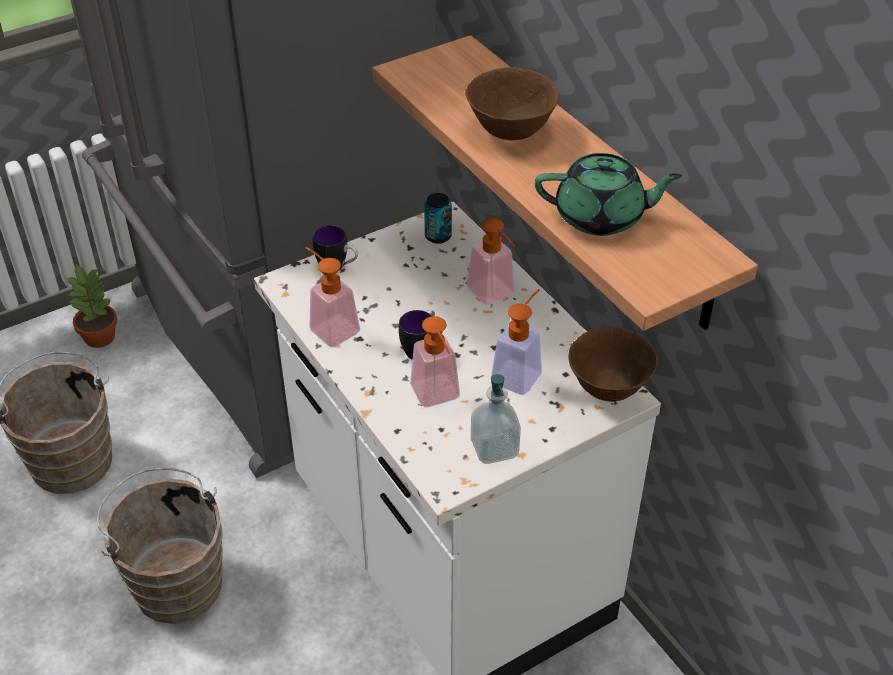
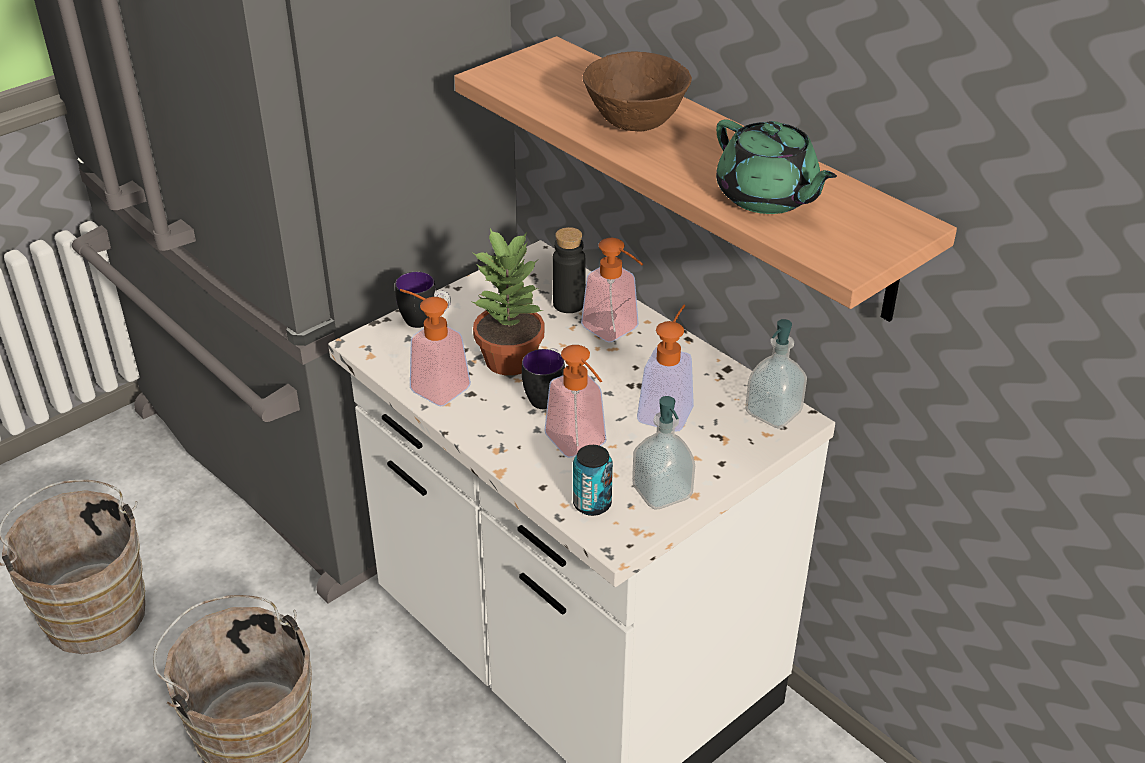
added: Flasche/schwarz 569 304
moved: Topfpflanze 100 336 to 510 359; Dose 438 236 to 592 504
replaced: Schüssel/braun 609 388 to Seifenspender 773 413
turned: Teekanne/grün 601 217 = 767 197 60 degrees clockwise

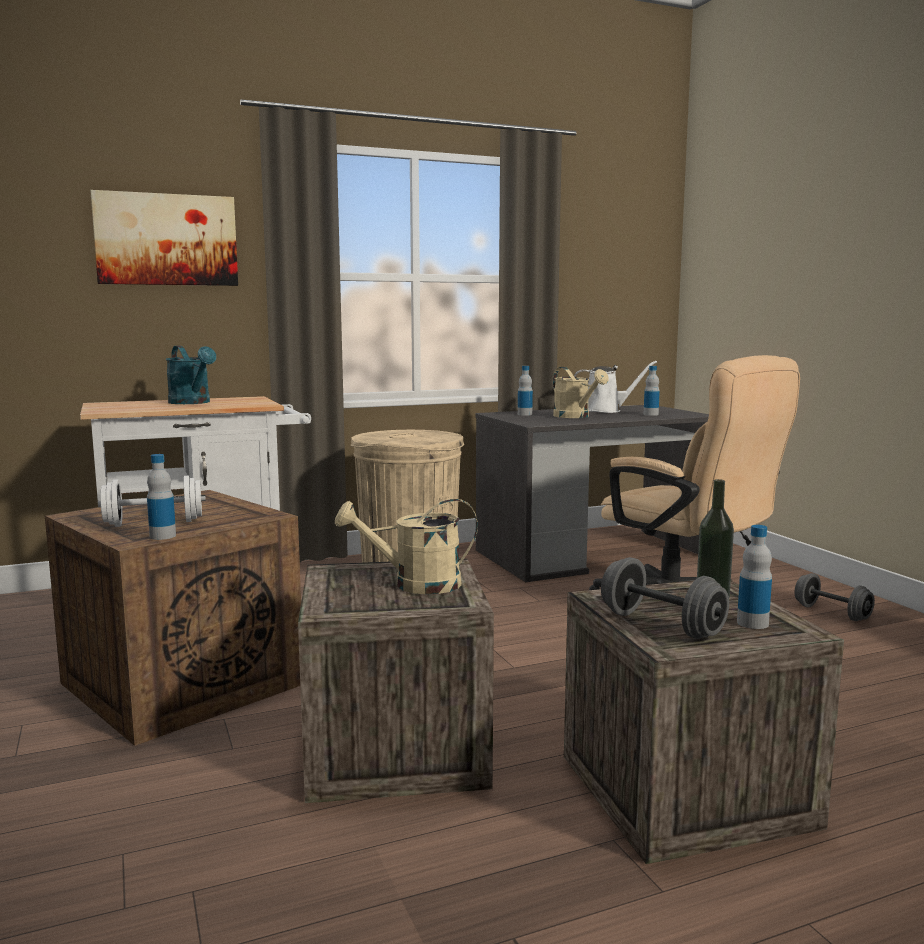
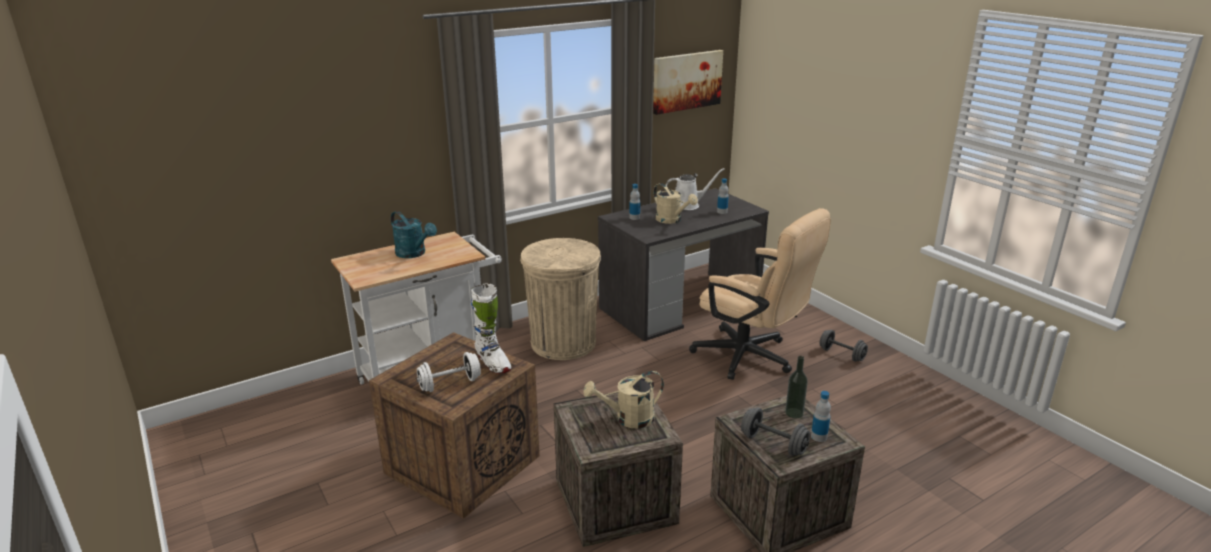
removed: Flasche 162 536
added: Stiefel/weiß 493 363
moved: Bild 166 240 to 686 81

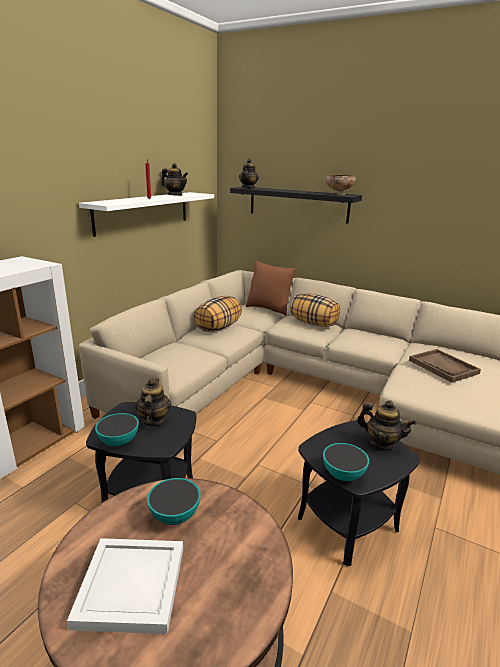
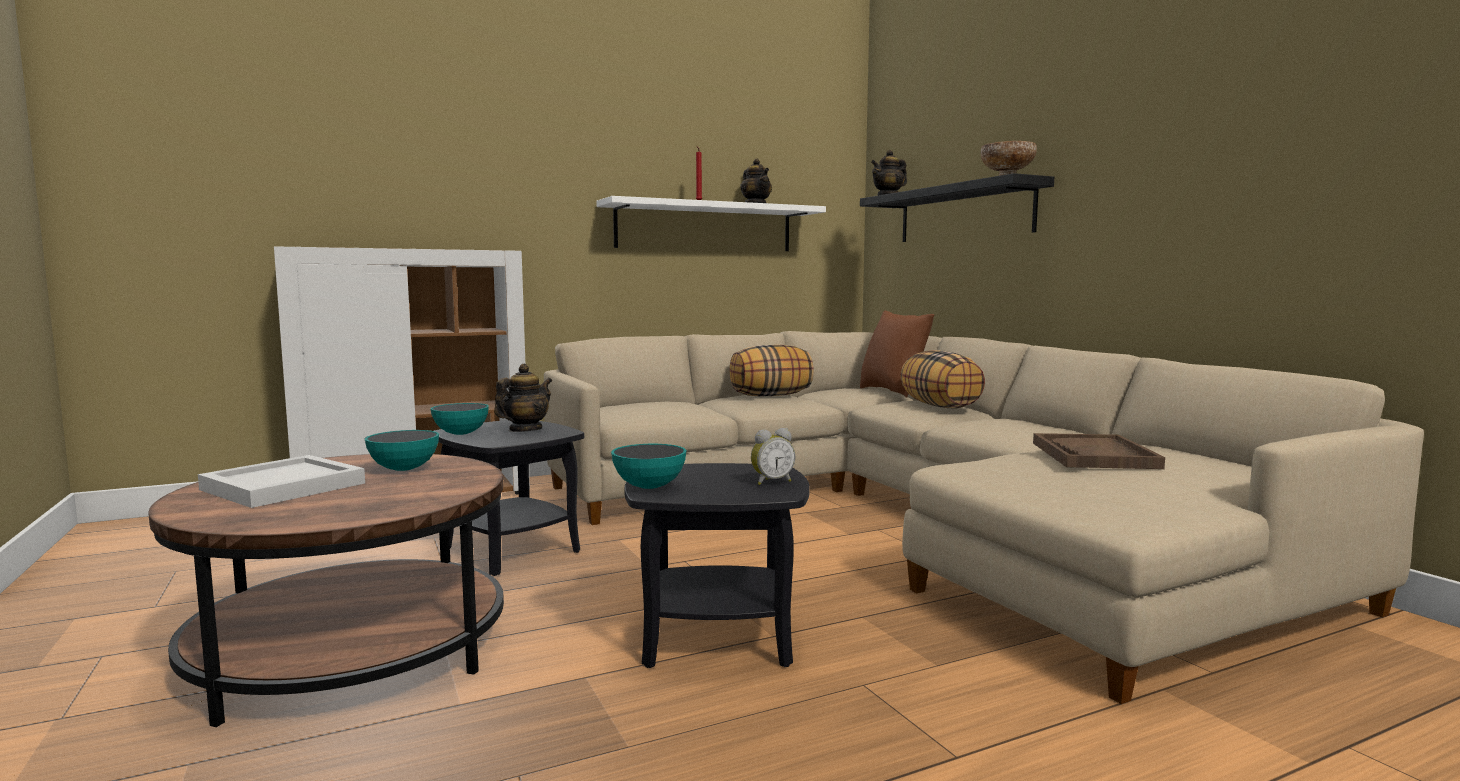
replaced: Teekanne 382 443 to Wecker 771 482

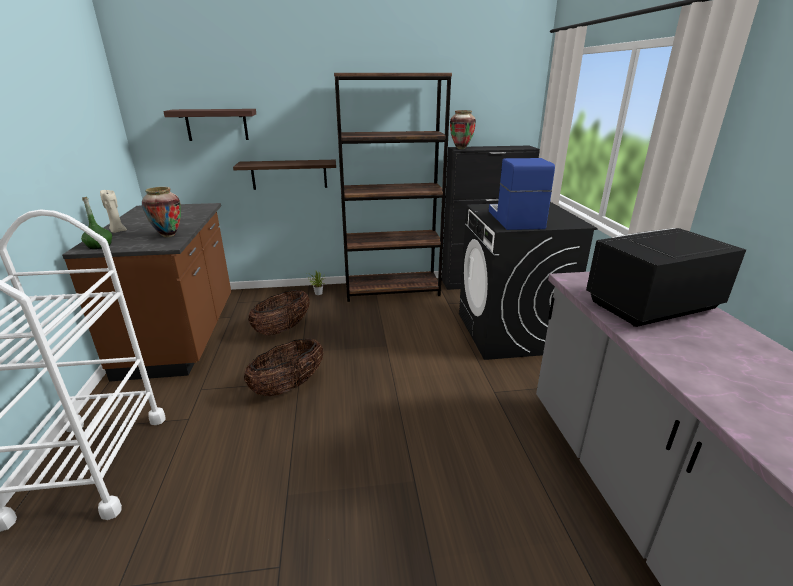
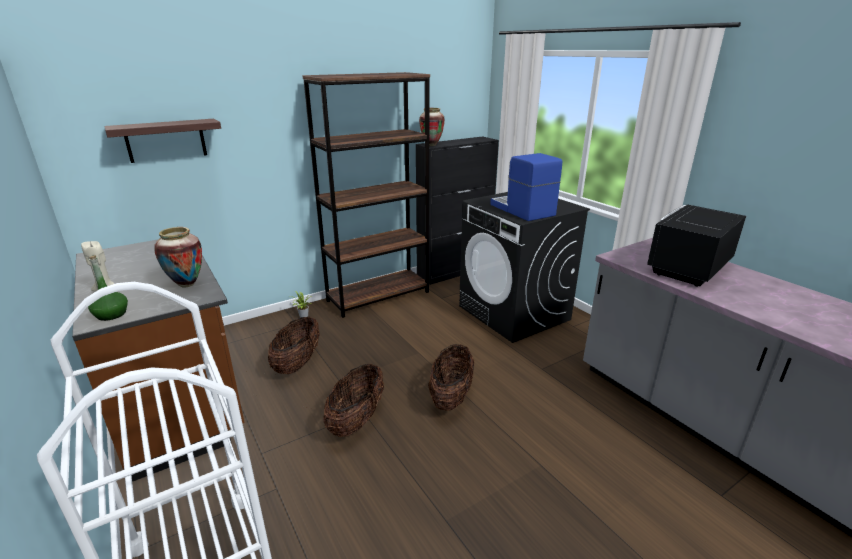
removed: Wandregal 289 174
added: Korb 451 396

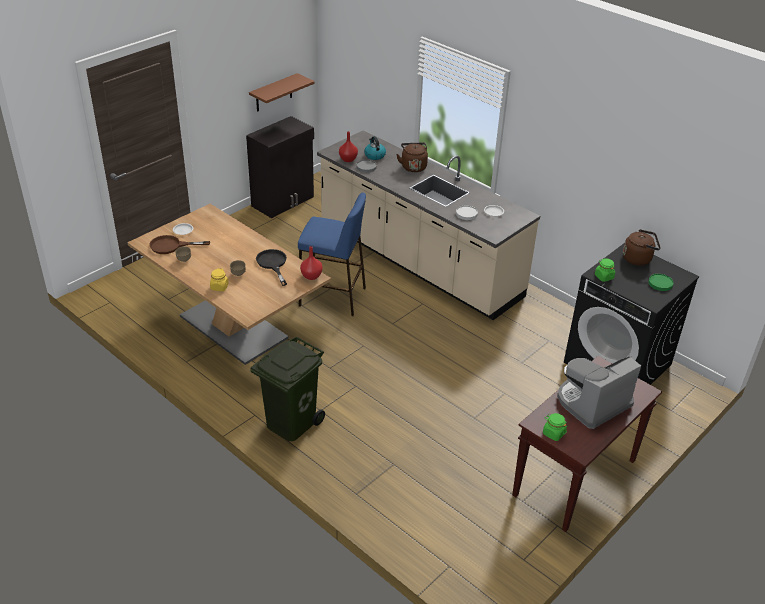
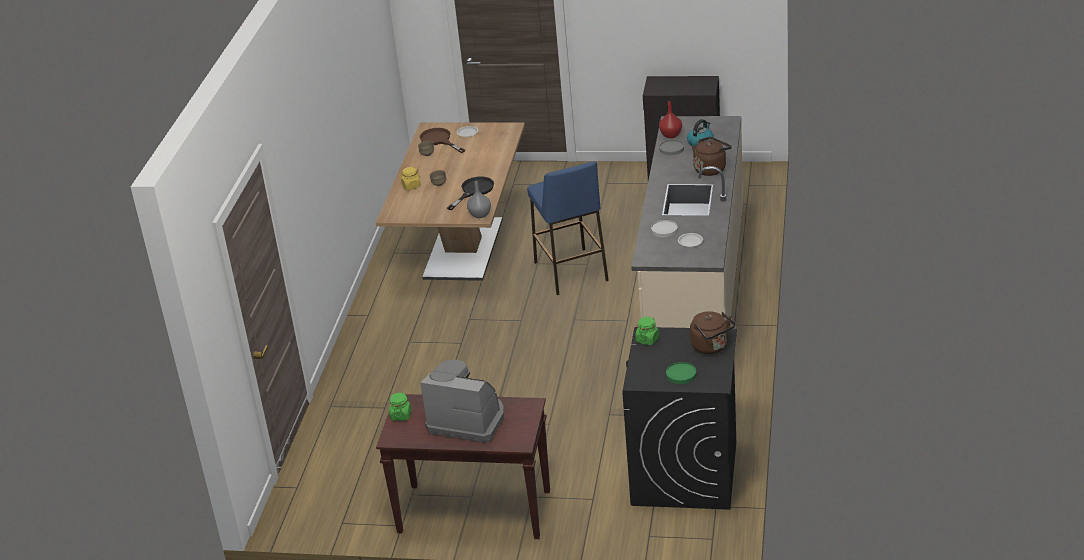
removed: Wandregal/braun 274 93; Mülleimer/grün 290 422
recoloured: Vase/rot 311 276 to Vase/grau 480 214

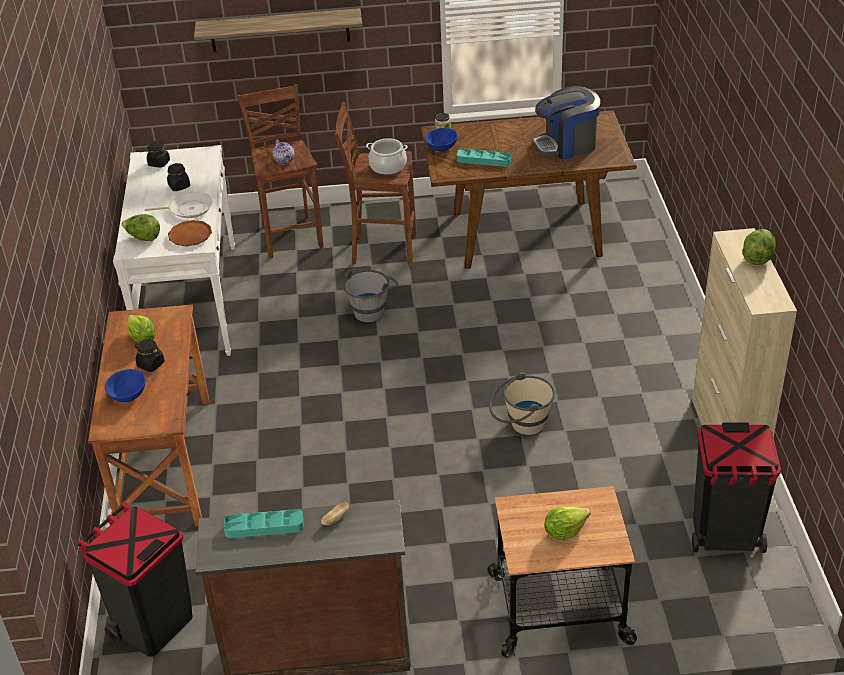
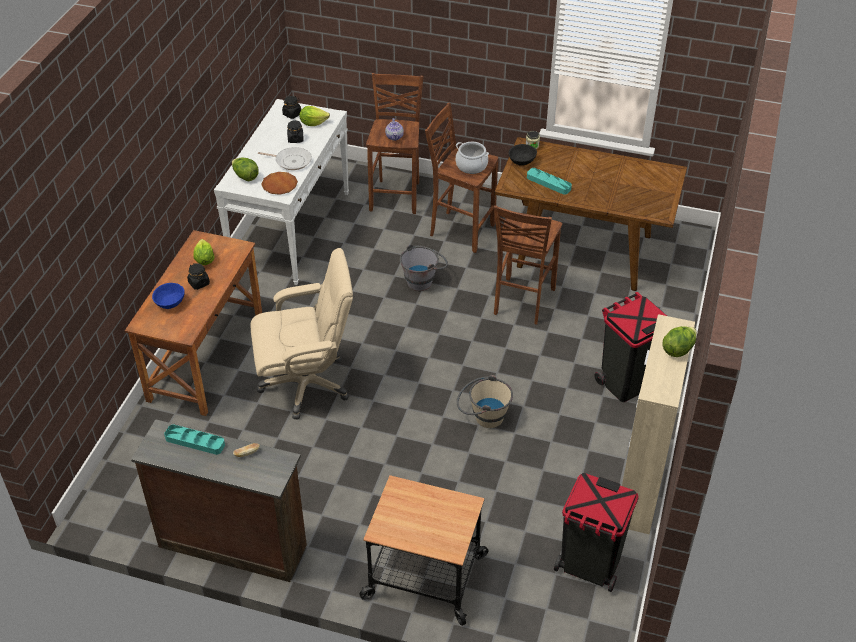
removed: Wandregal 280 30; Kaffeemaschine 566 145
added: Bürostuhl/beige 306 384; Hocker/braun 522 302
moved: Salatkopf 564 531 to 313 123; Mülleimer/schwarz 153 625 to 626 382
recoloured: Schüssel/blau 442 147 to Schüssel/schwarz 522 161

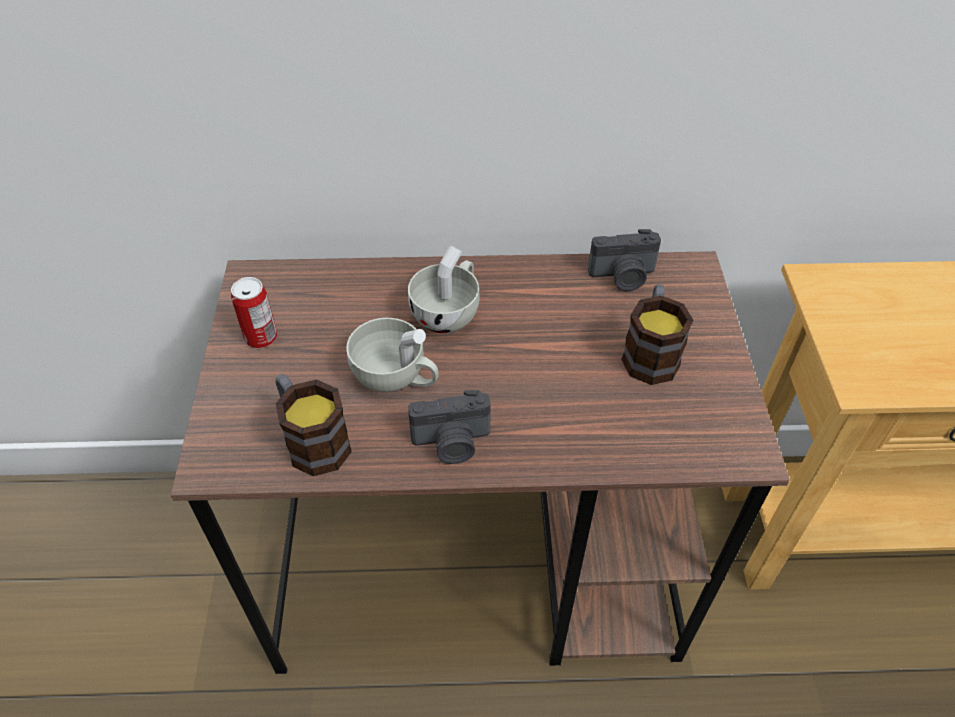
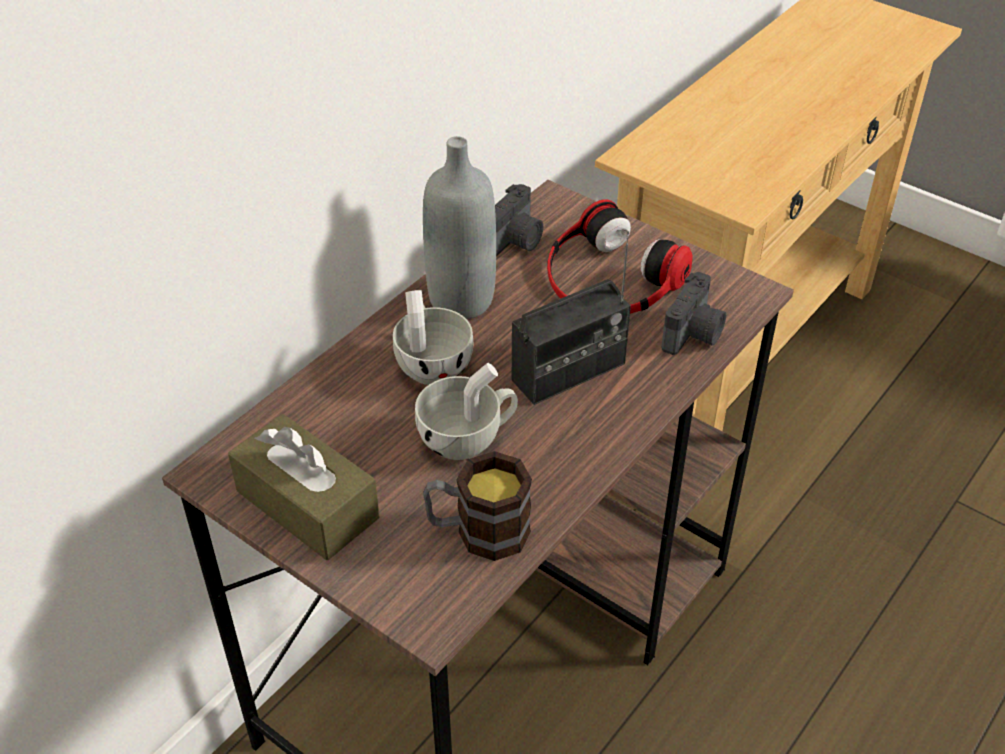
added: Flasche/grau 461 300; Radio 569 372
moved: Kamera 452 443 to 694 334
replaced: Dose 261 337 to Taschentuchbox/braun 307 504; Henkelbecher 650 352 to Kopfhörer 609 278

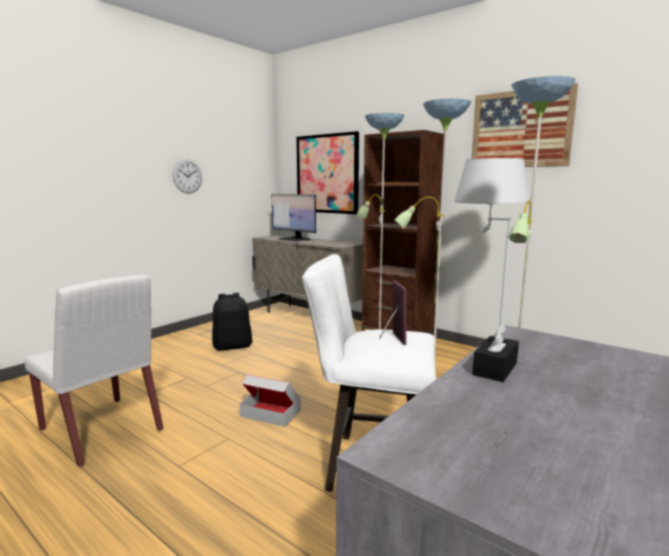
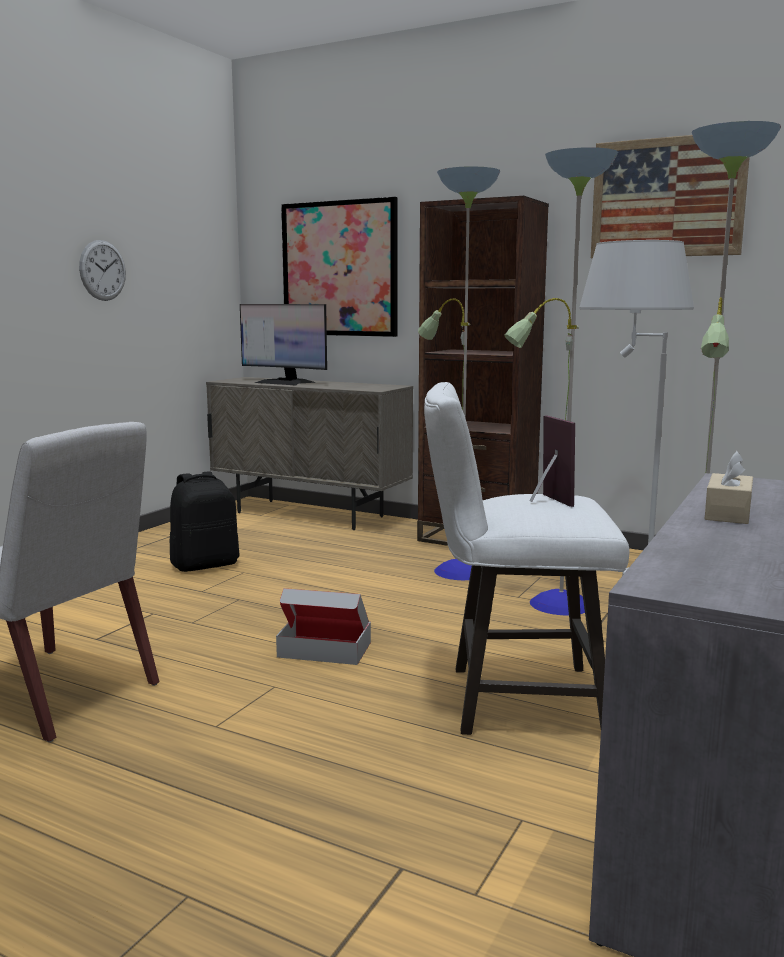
recoloured: Taschentuchbox/schwarz 495 368 to Taschentuchbox/beige 728 513

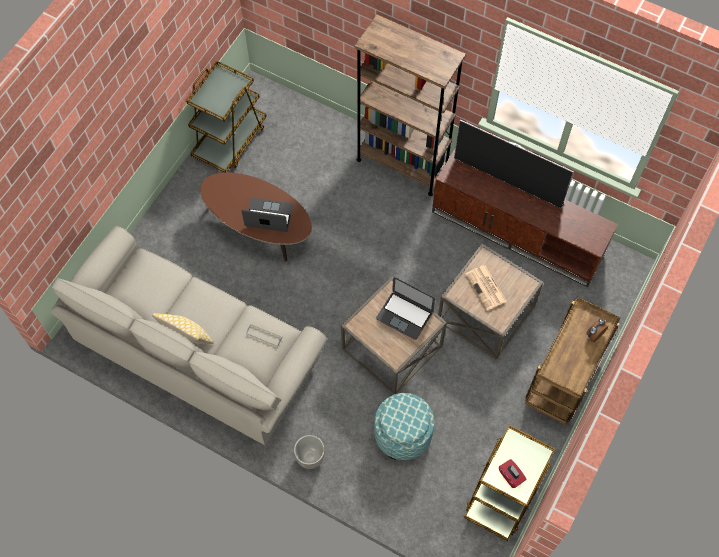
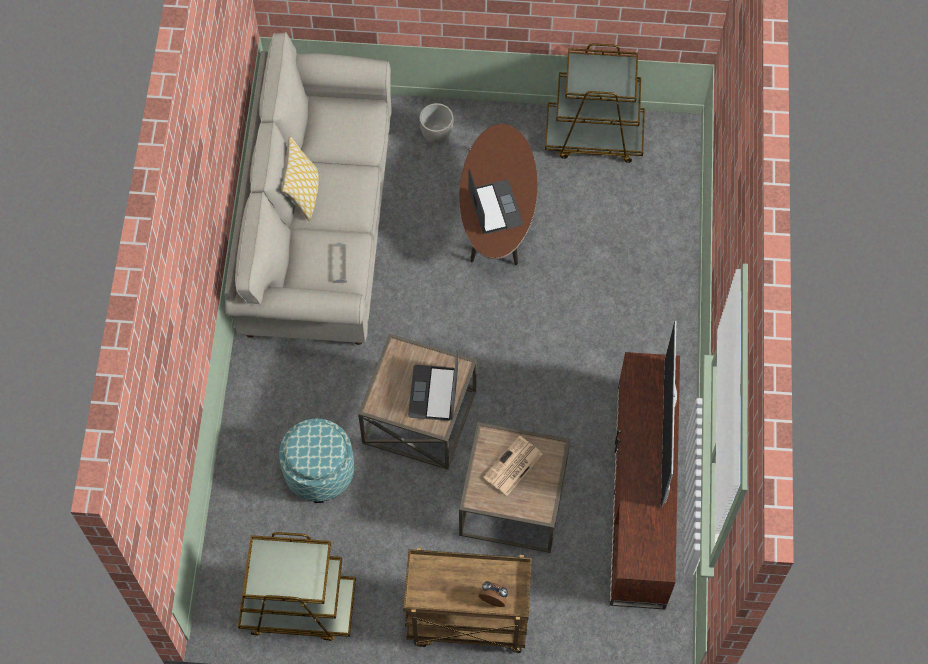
removed: Bücherregal/braun 402 164; Taschentuchbox/rot 511 476
moved: Pflanzkübel 309 458 to 436 134

